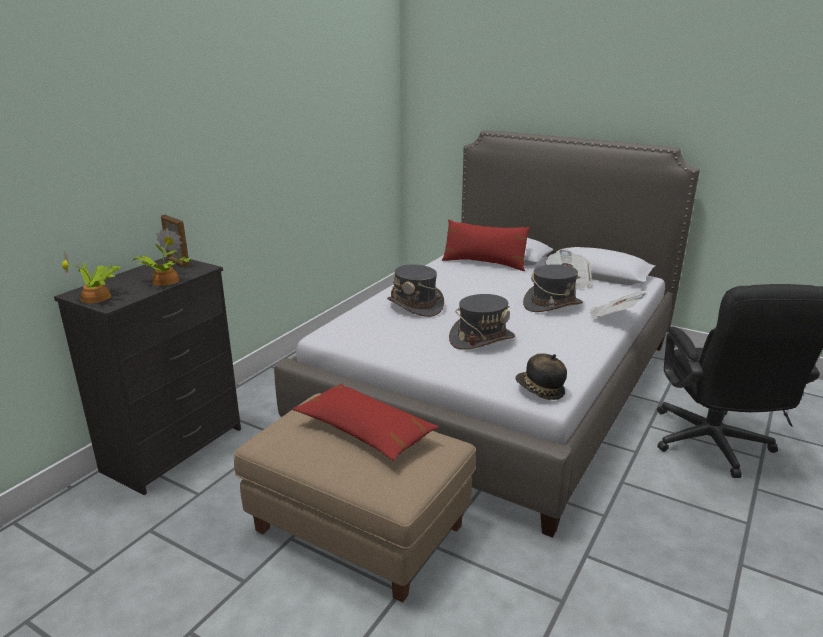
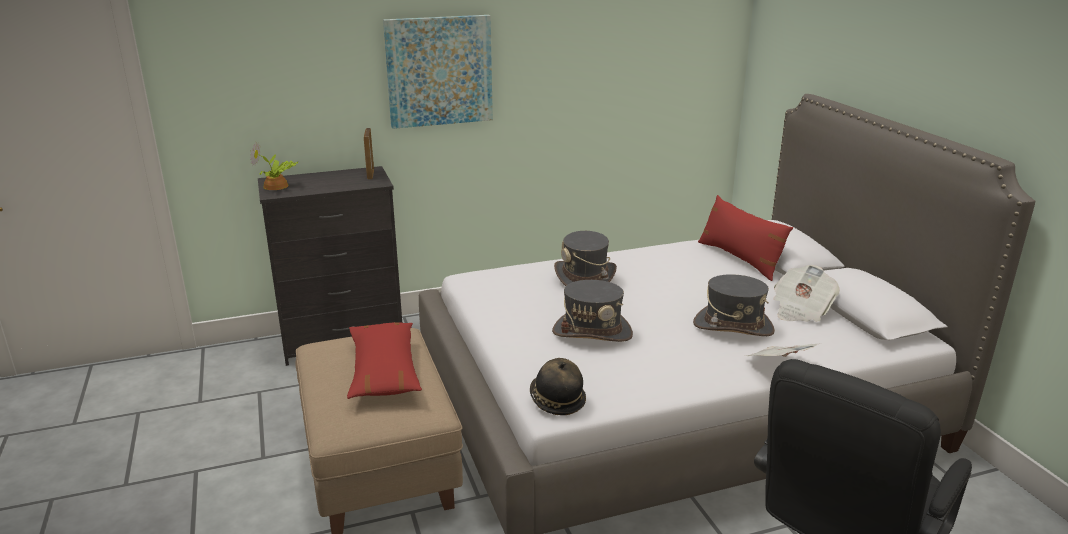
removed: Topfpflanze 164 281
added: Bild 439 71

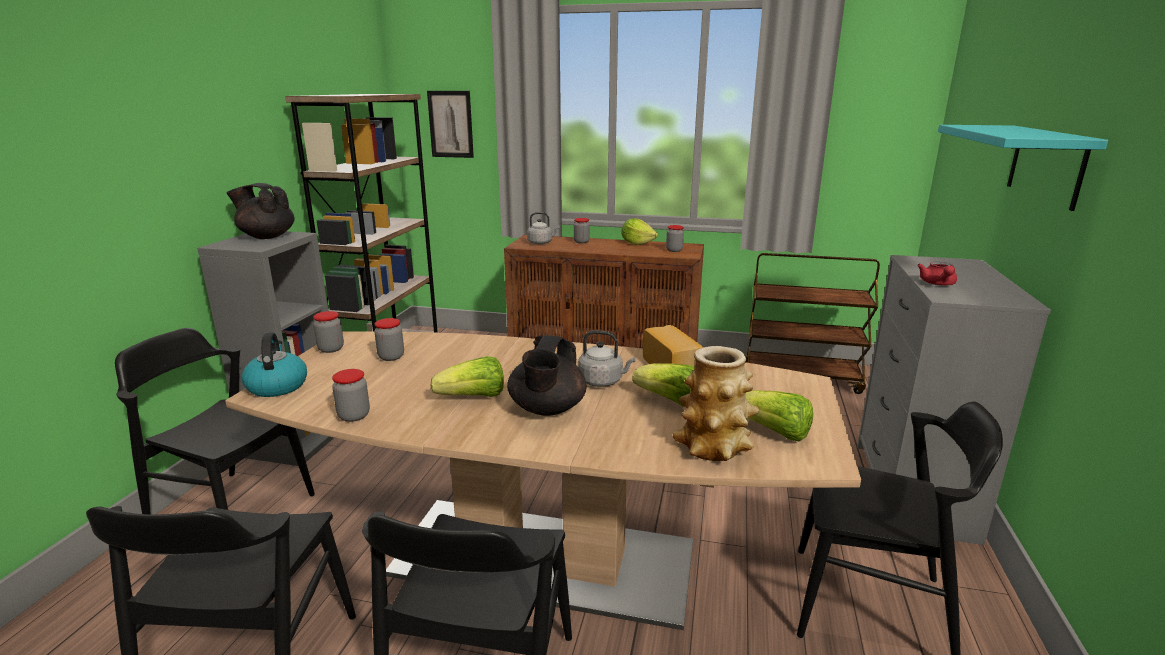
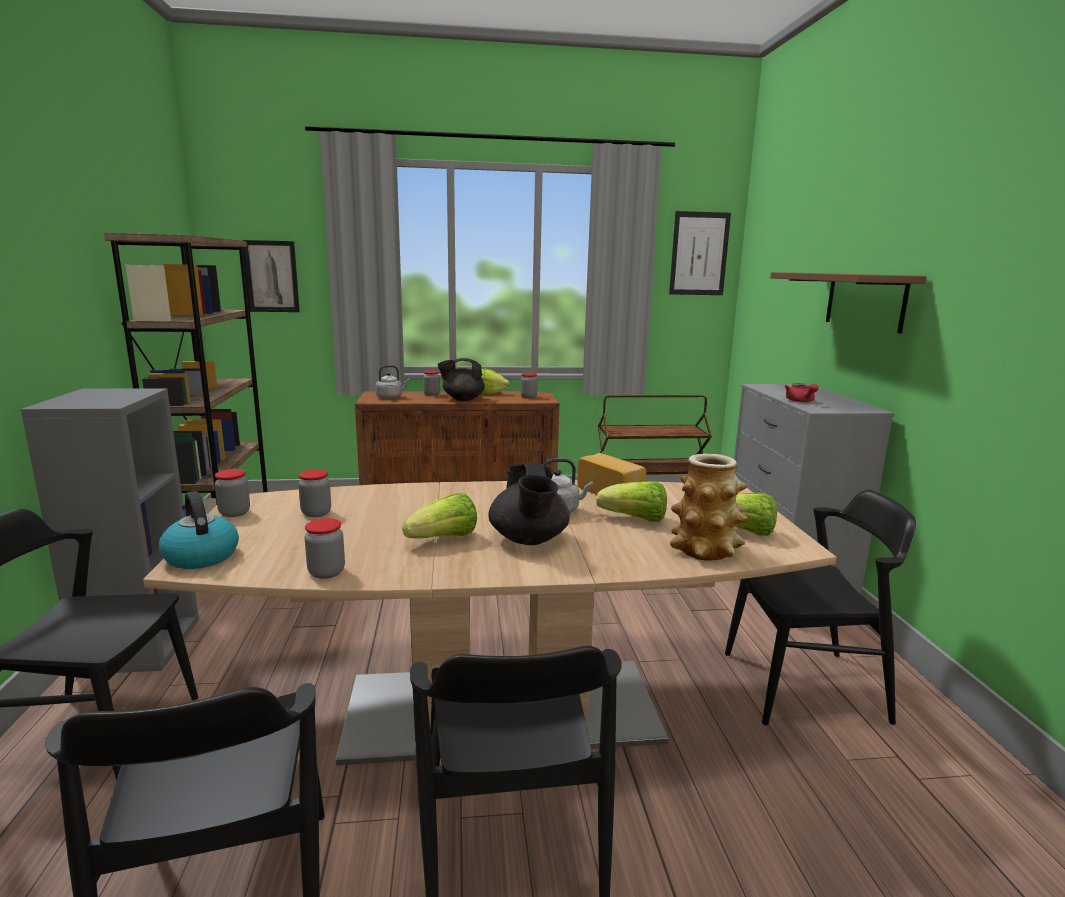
added: Bild 699 254
moved: Teekanne/schwarz 266 236 to 462 399
recoloured: Wandregal/türkis 1046 164 to Wandregal/braun 865 301

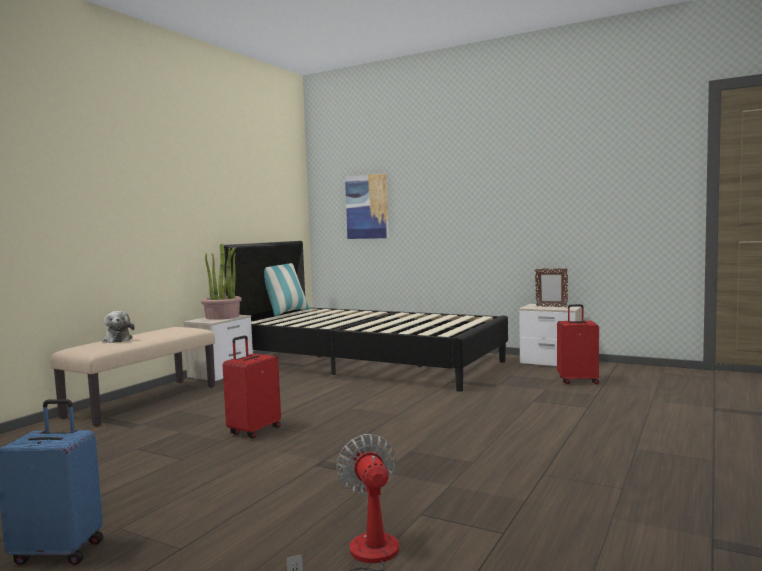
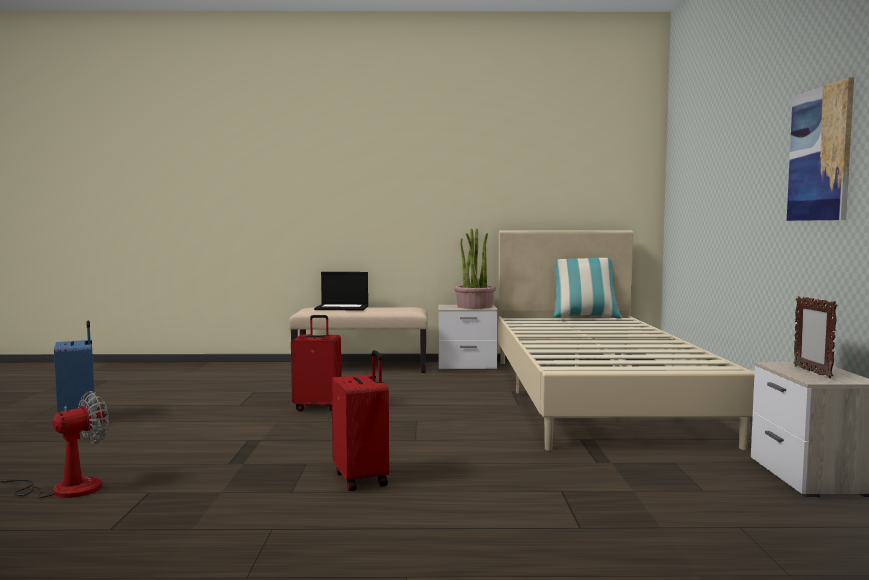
moved: Koffer/rot 578 381 to 362 478; Bild 367 207 to 820 154
replaced: Plüschtier 117 339 to Laptop 342 308
recoloured: Bett/schwarz 366 363 to Bett/beige 595 395

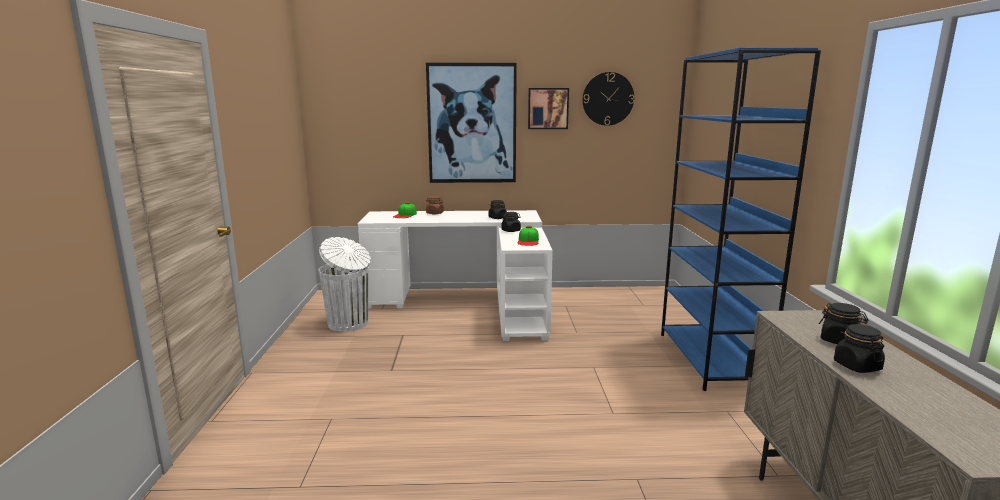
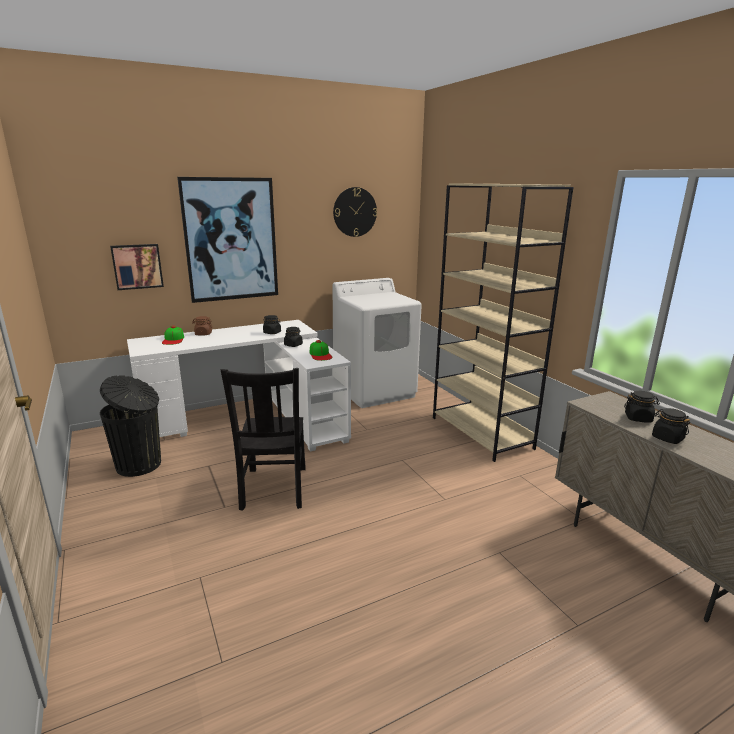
added: Stuhl/schwarz 273 489; Waschmaschine/weiß 375 391
moved: Bild 548 108 to 137 266
recoloured: Mülleimer/weiß 349 324 to Mülleimer/schwarz 140 465; Bücherregal/blau 711 359 to Bücherregal/beige 482 433

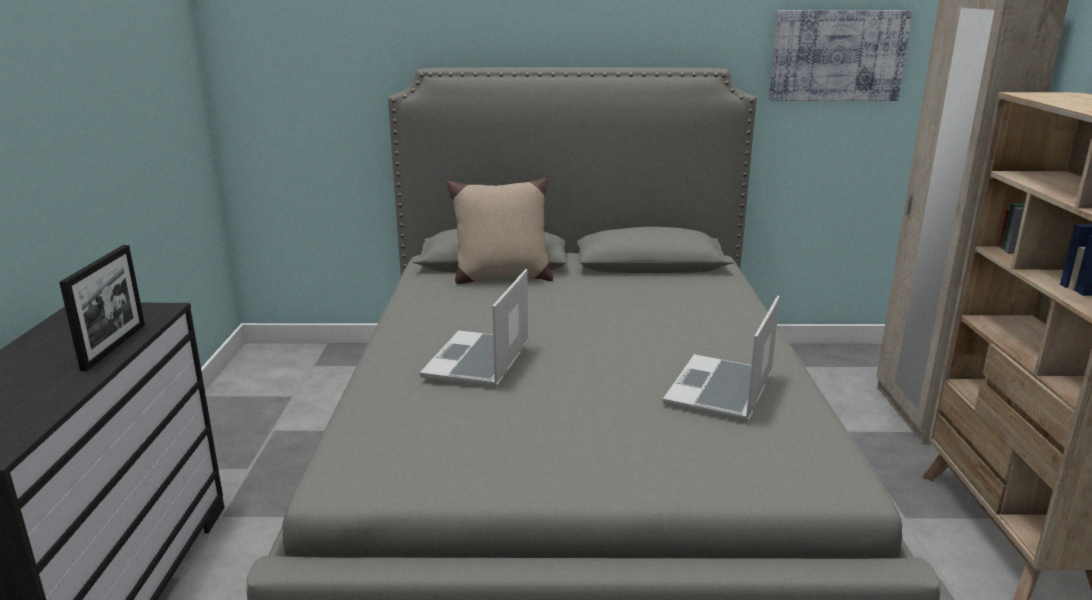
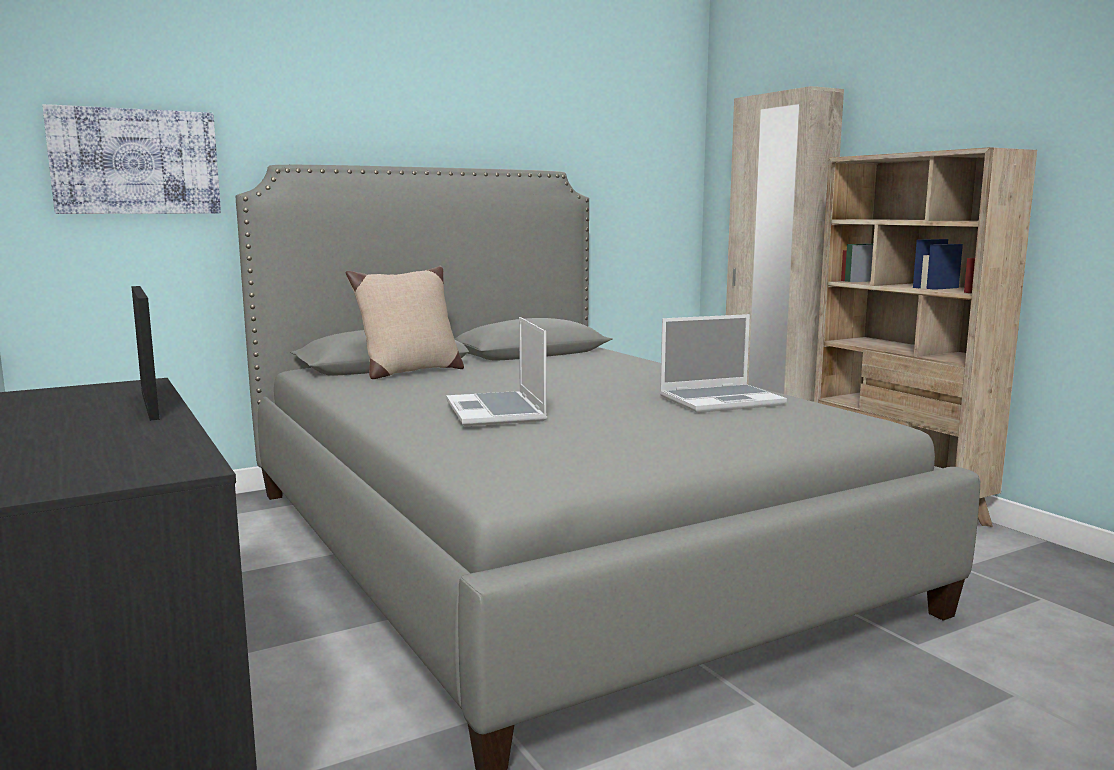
moved: Bild 837 55 to 135 162
turned: Laptop 721 391 = 721 401 105 degrees counterclockwise

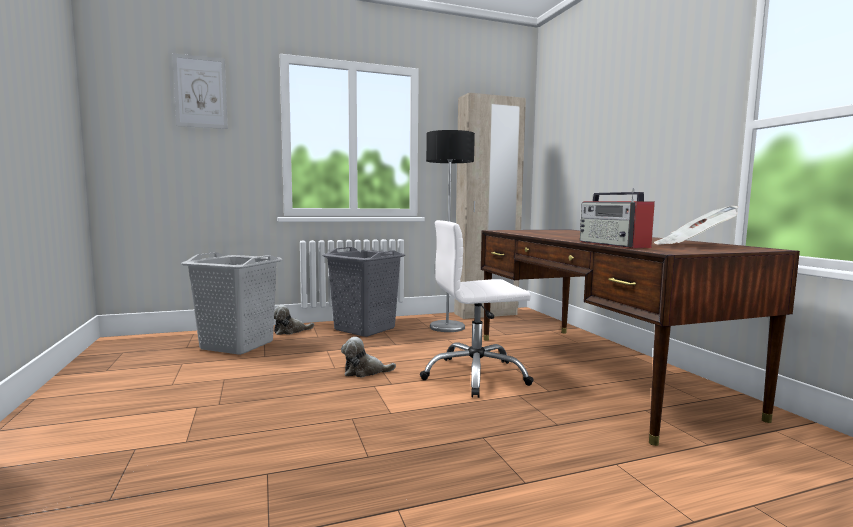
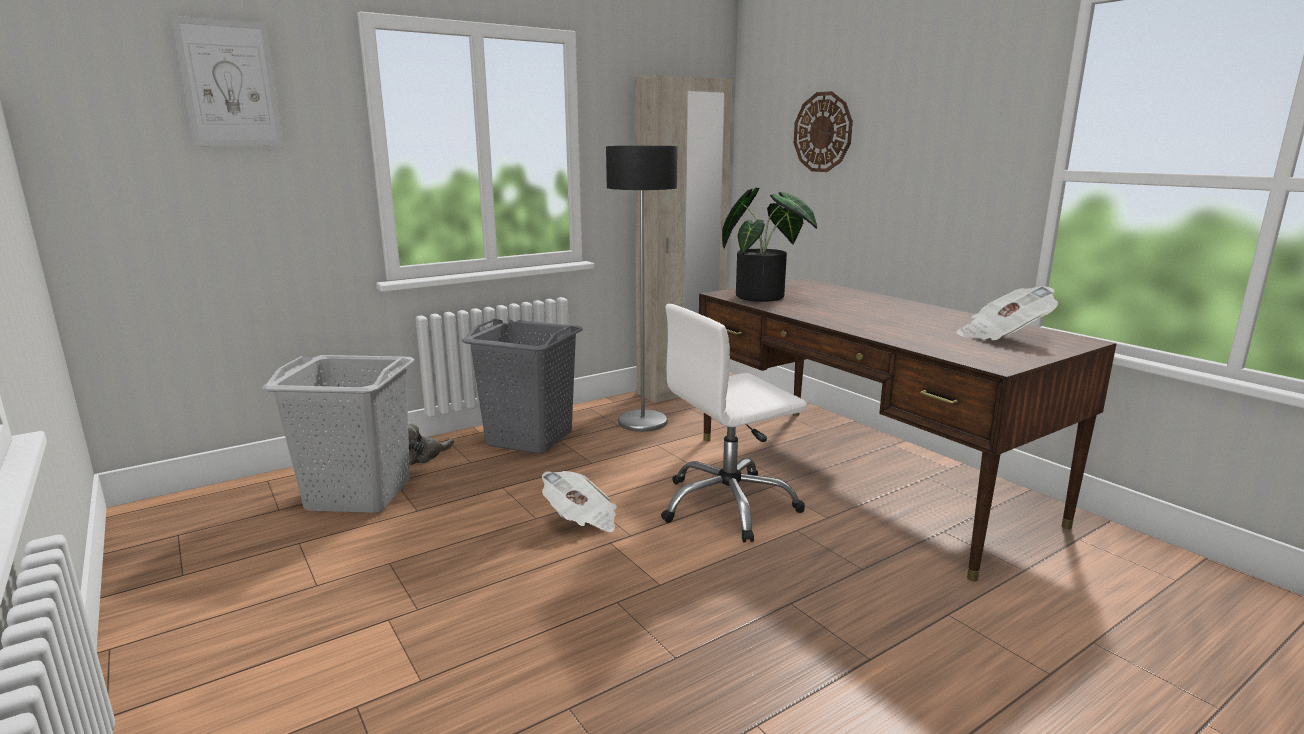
removed: Radio 614 244
added: Topfpflanze 765 296; Wanduhr 823 132
replaced: Plüschtier 364 372 to Zeitung 581 519

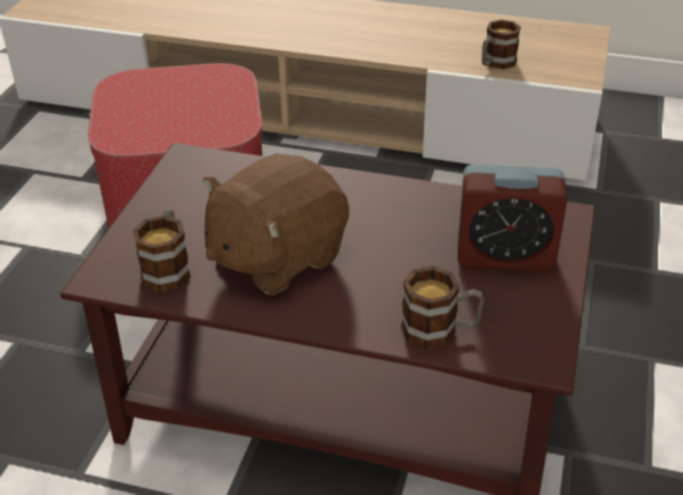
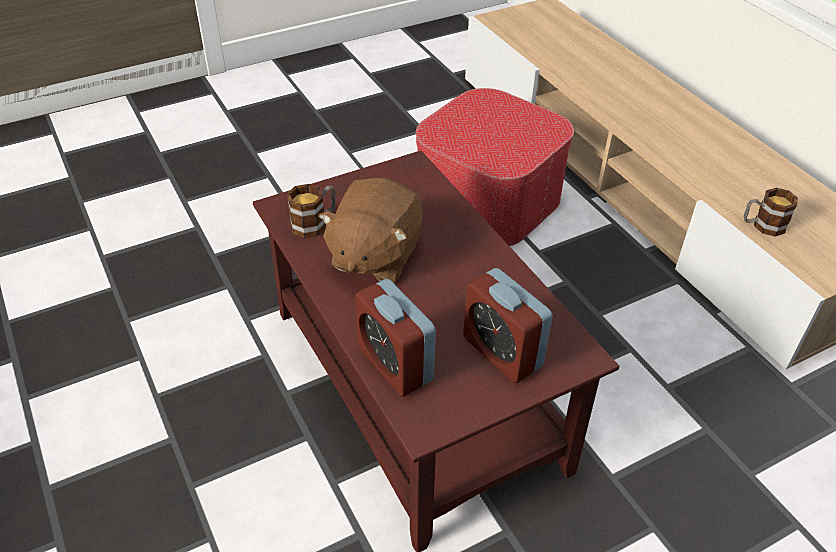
replaced: Henkelbecher 440 330 to Wecker 395 364
turned: Plüschtier/braun 276 257 = 374 256 75 degrees counterclockwise

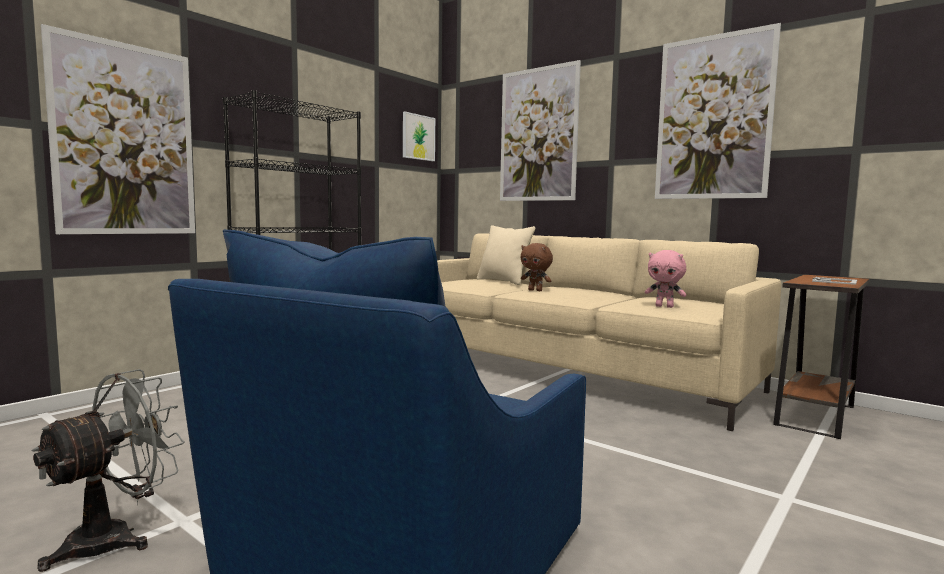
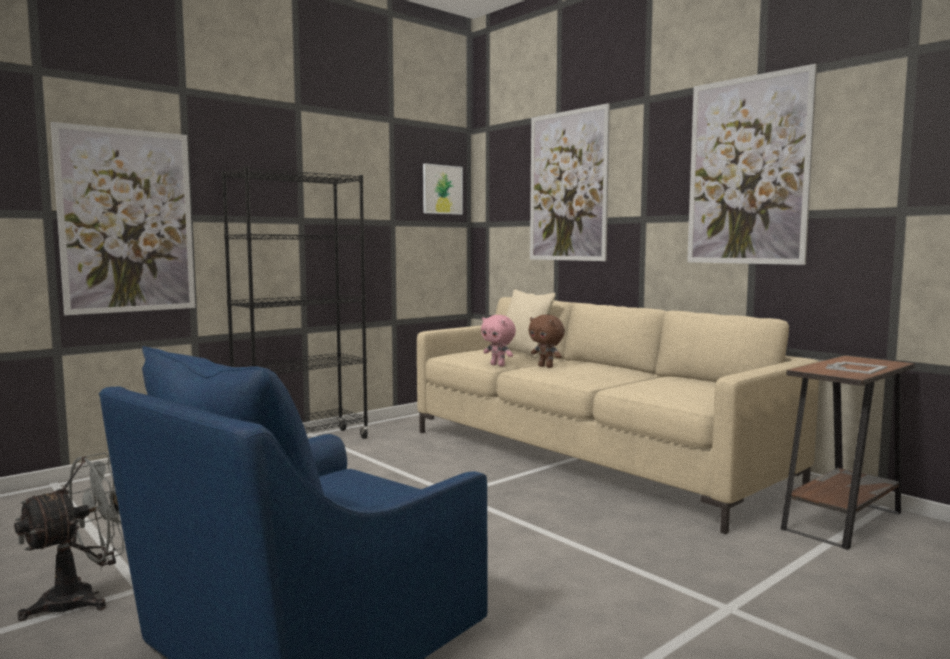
moved: Plüschtier/rosa 664 306 to 498 365

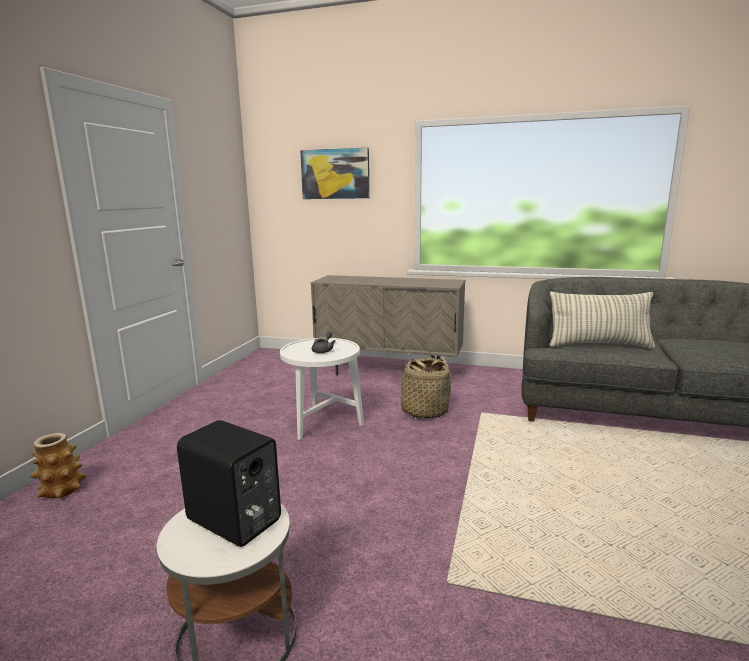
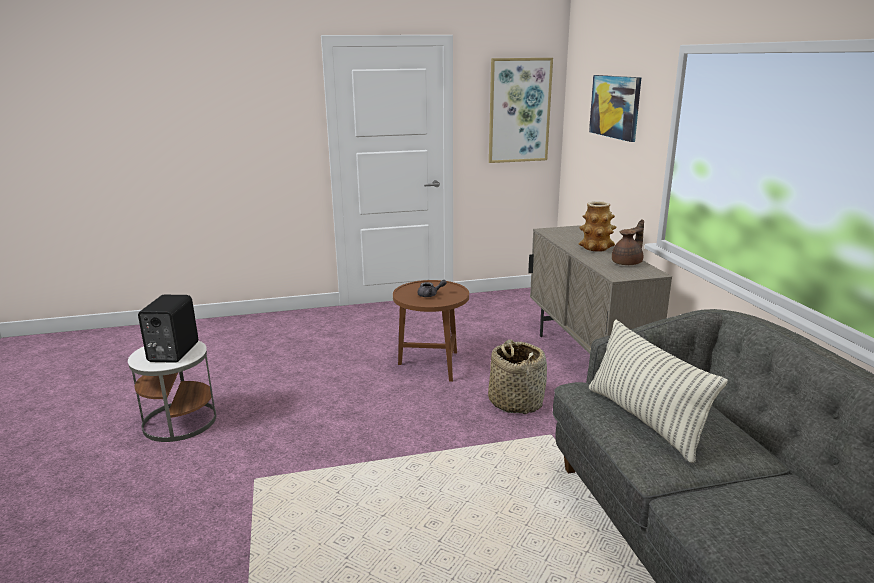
added: Bild 519 110; Teekanne/braun 628 263
moved: Vase 62 489 to 596 248
recoloured: Beistelltisch/weiß 323 425 to Beistelltisch/braun 432 365

